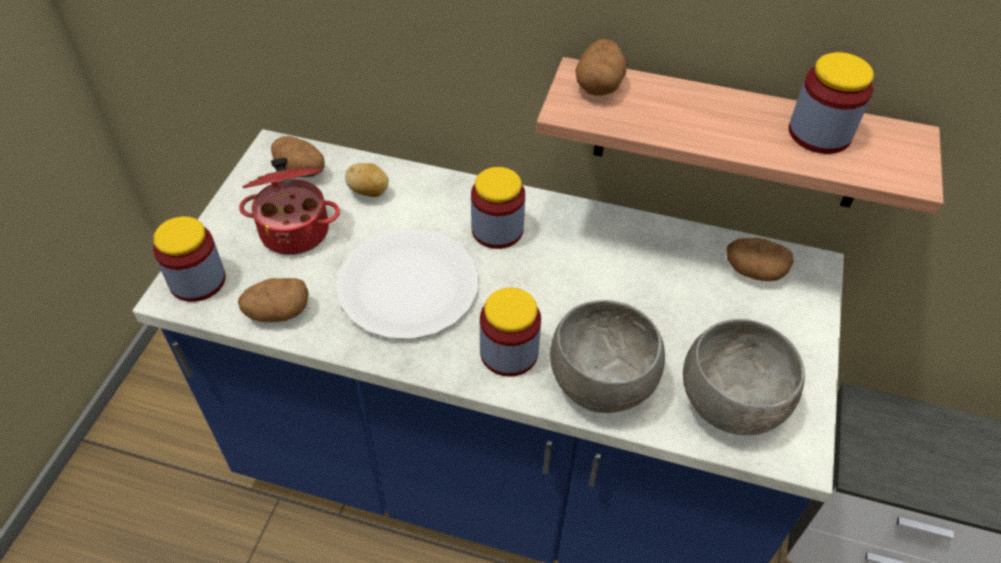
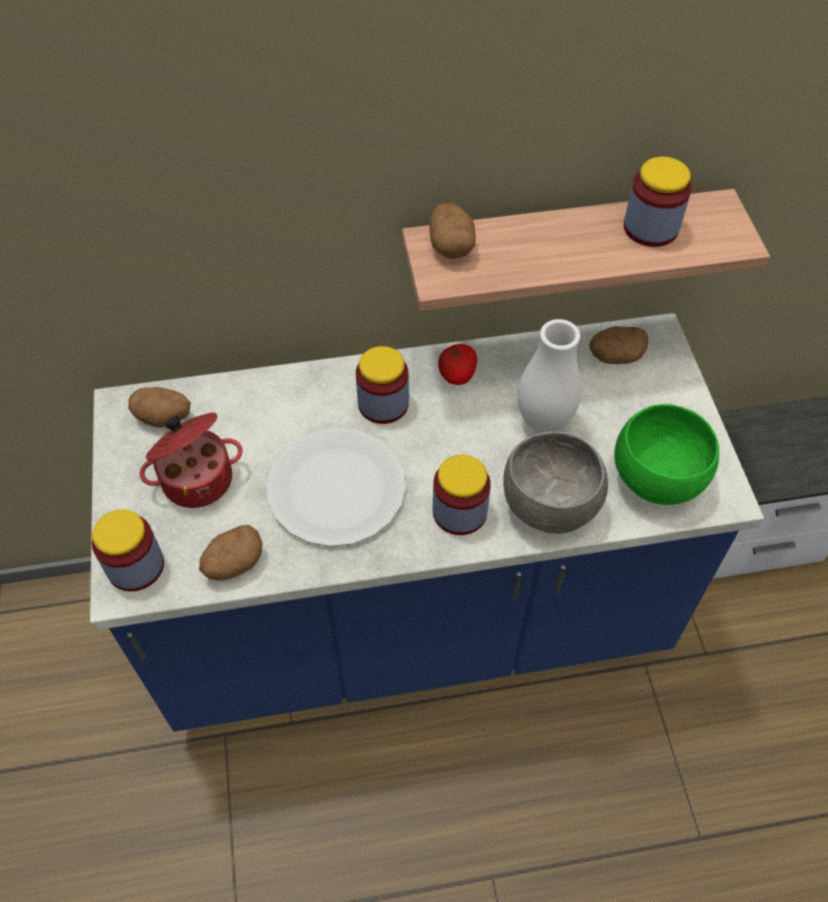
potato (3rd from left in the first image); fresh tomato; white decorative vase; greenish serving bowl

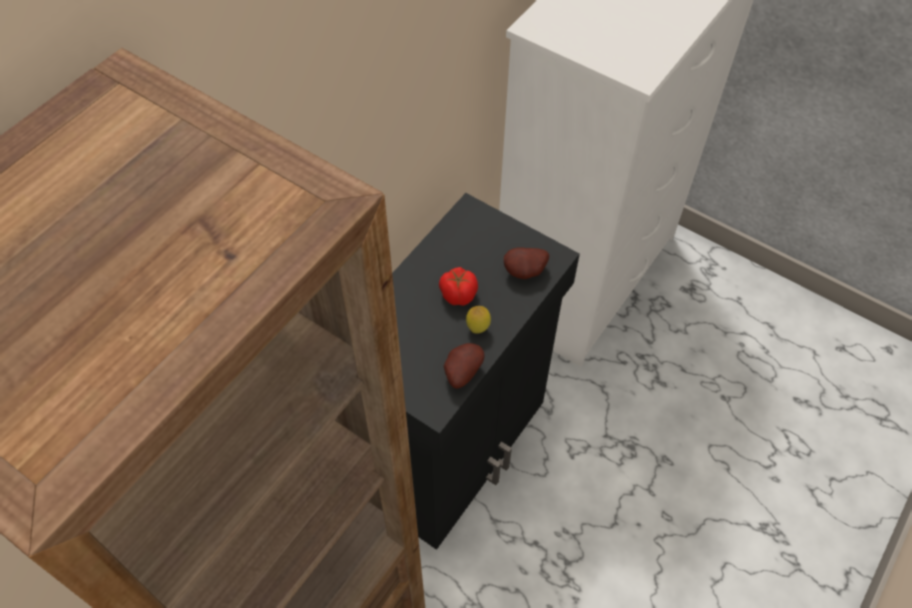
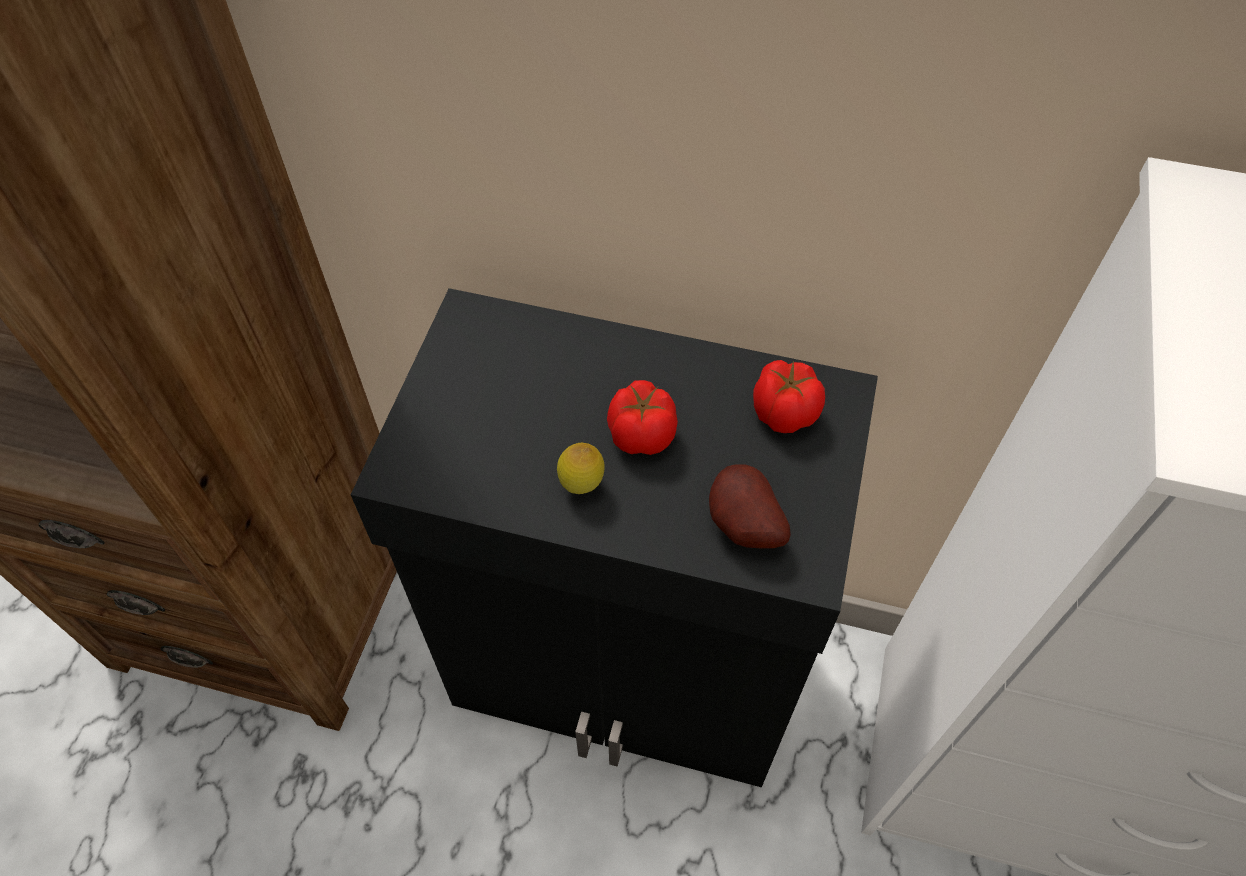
potato (1st from left in the first image); fresh tomato (2nd from left)

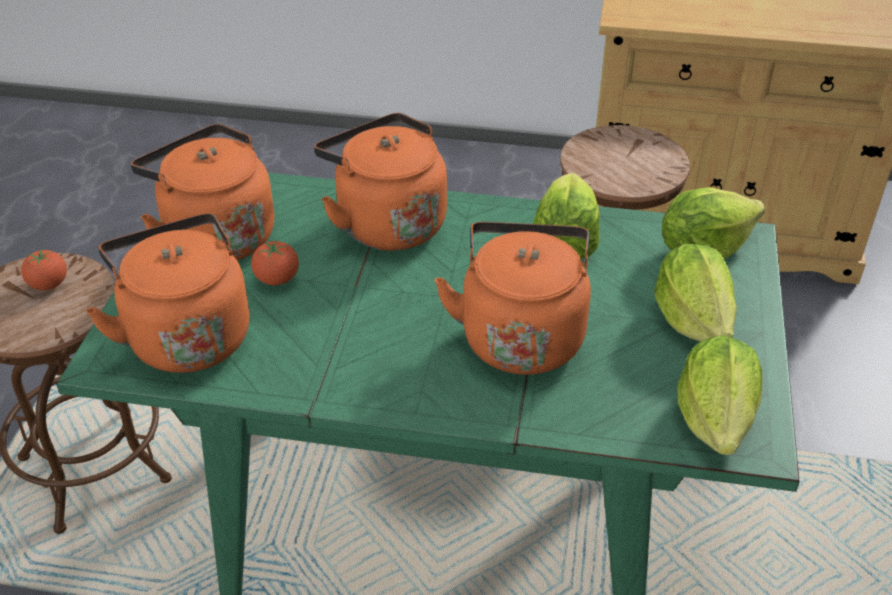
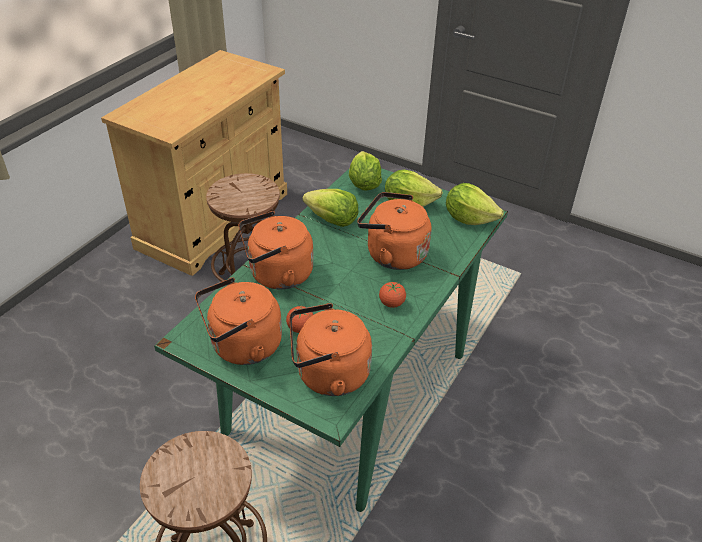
fresh tomato (2nd from left)

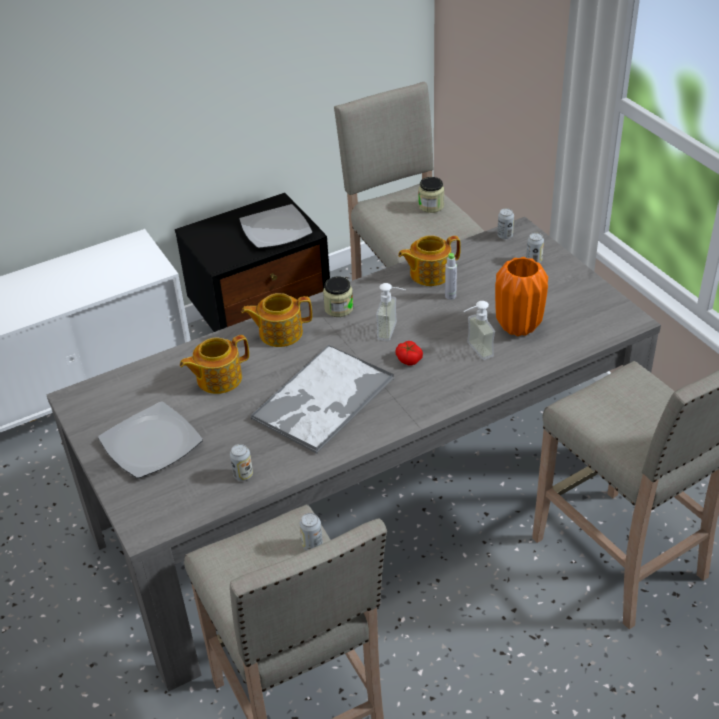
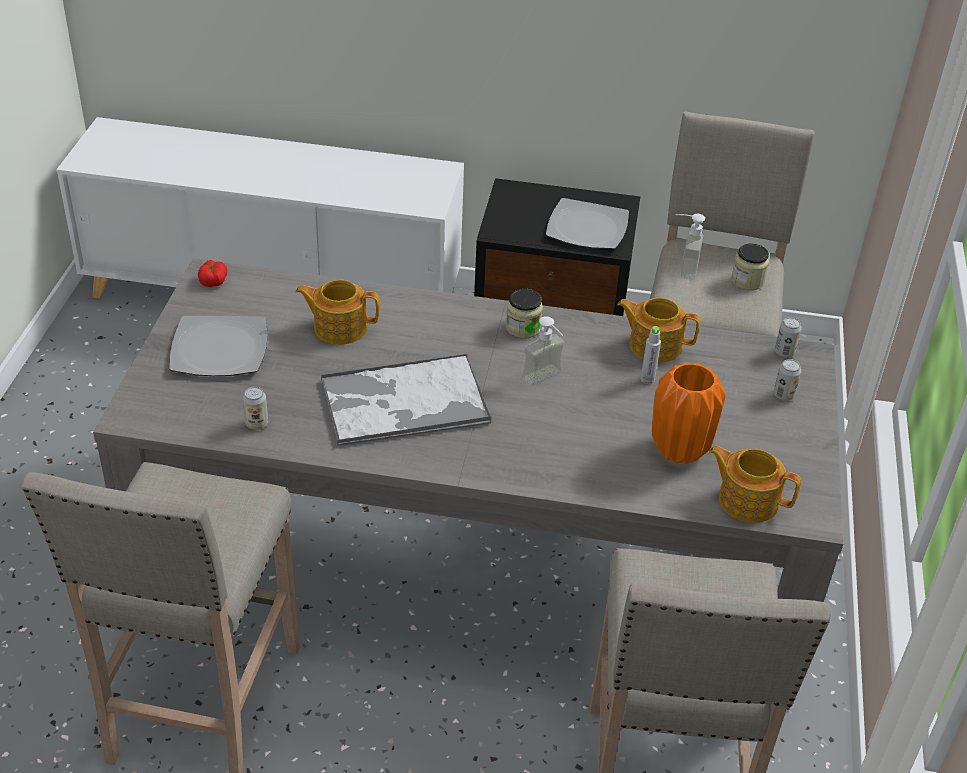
can (2nd from left in the first image); tea pot (3rd from left); fresh tomato; soap bottle (2nd from left)

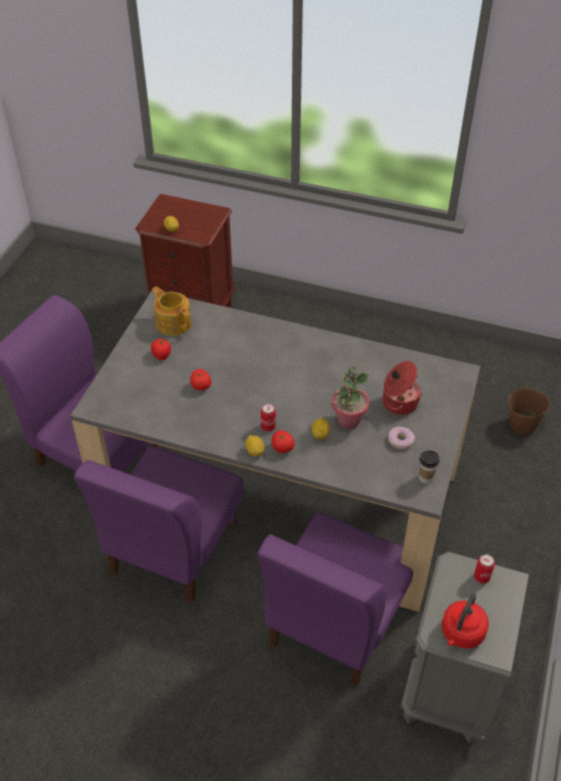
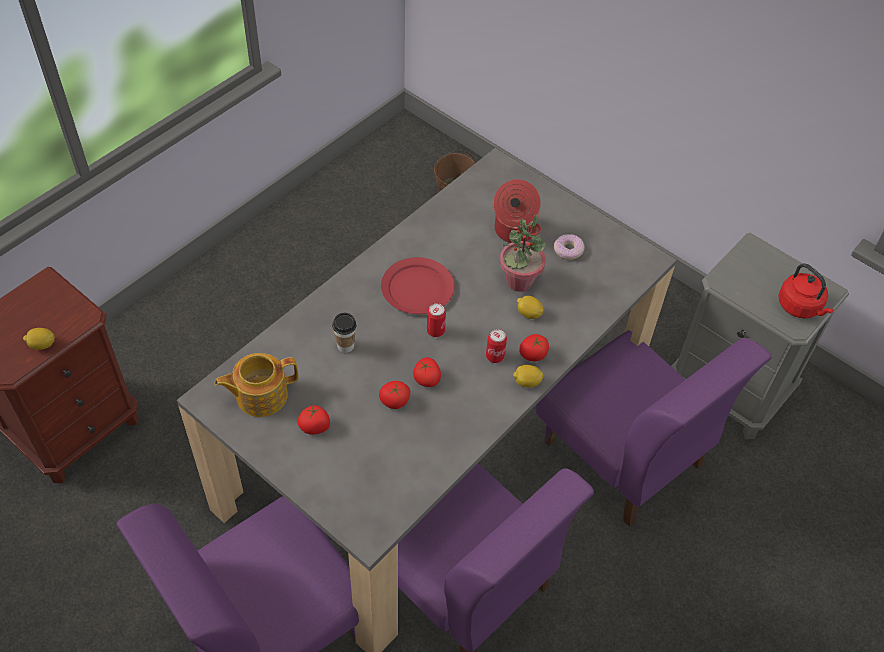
red-coloured dinner plate; fresh tomato (3rd from left); drinking cup; can (1st from left)

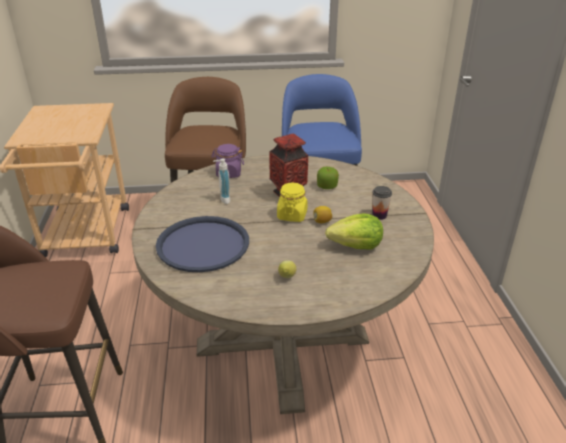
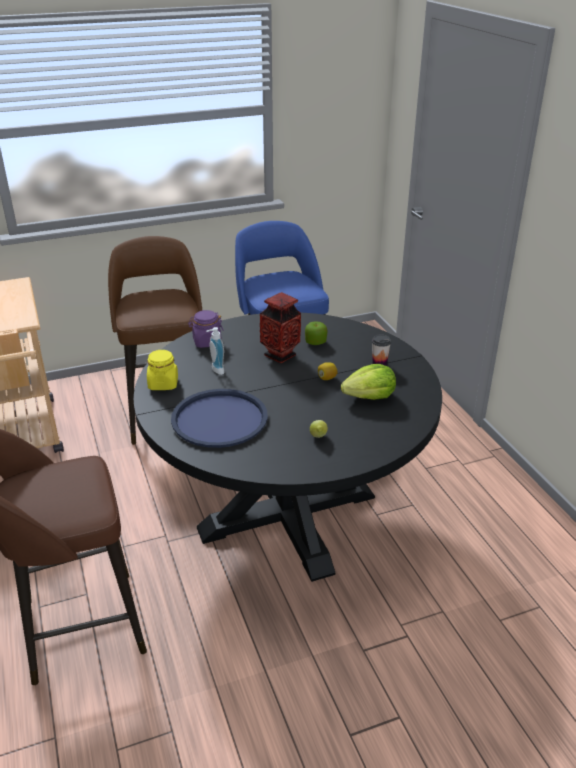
yellow-coloured preserve jar; blackish dining table

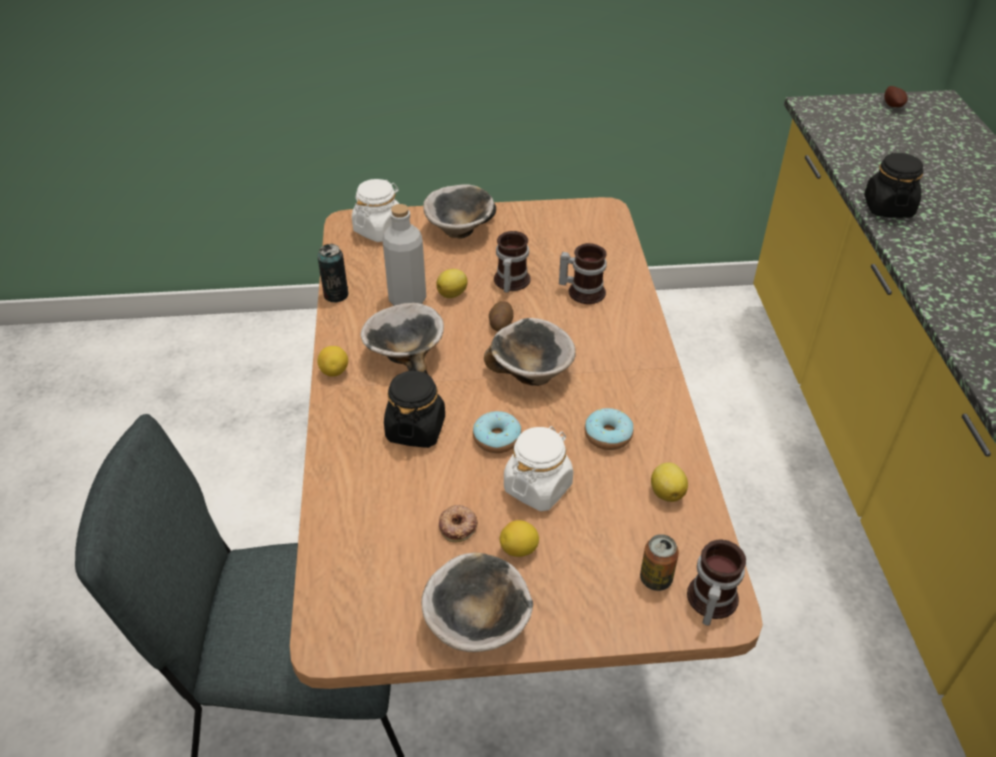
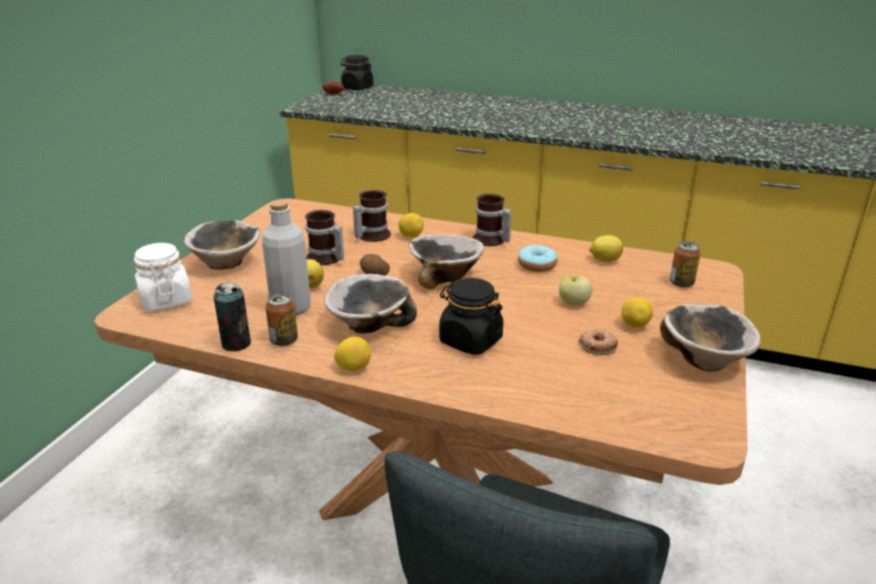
ring doughnut (2nd from left in the first image); can (2nd from left); citrus fruit (3rd from left); coffee mug (3rd from left); blackish preserve jar (1st from left); whole apple

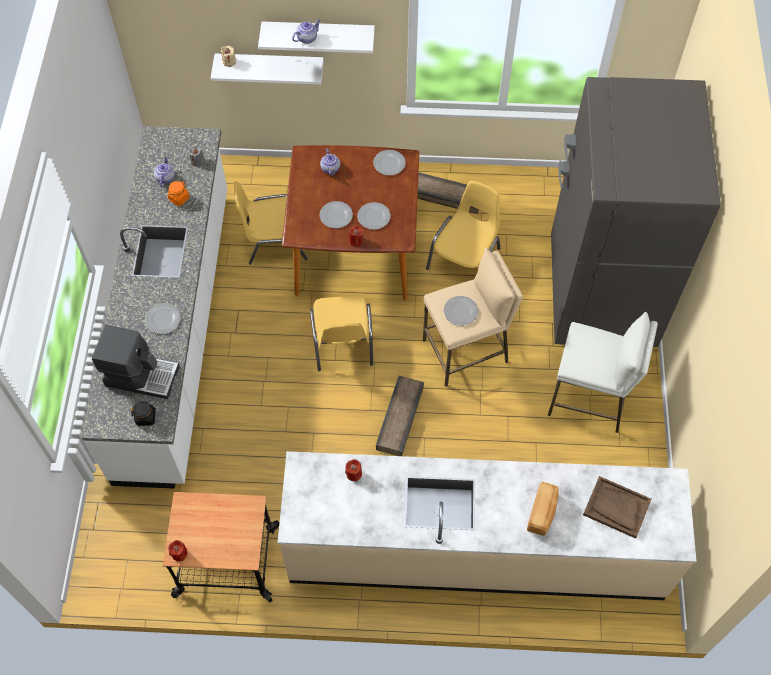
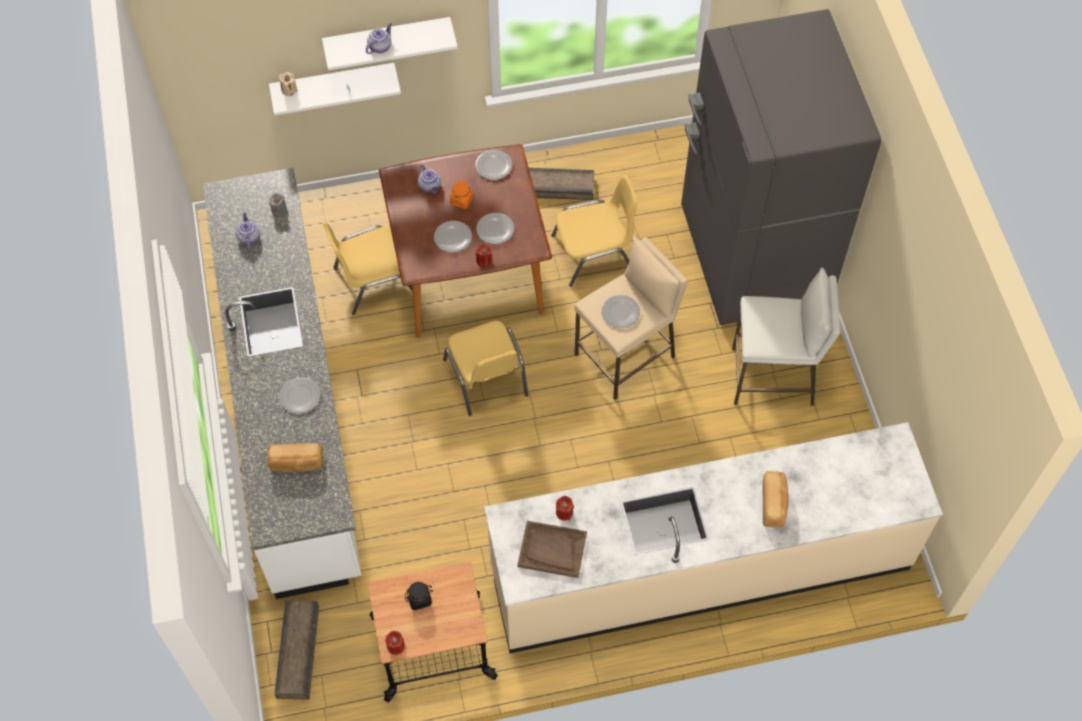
blackish preserve jar; orange-coloured preserve jar; packing crate (1st from left); brown tray; baked bread (1st from left); yellow-coloured chair (3rd from left)

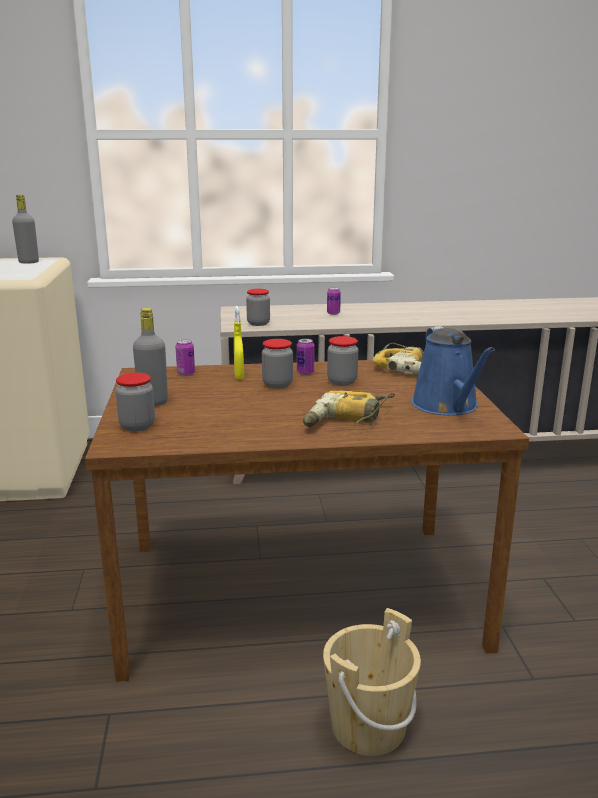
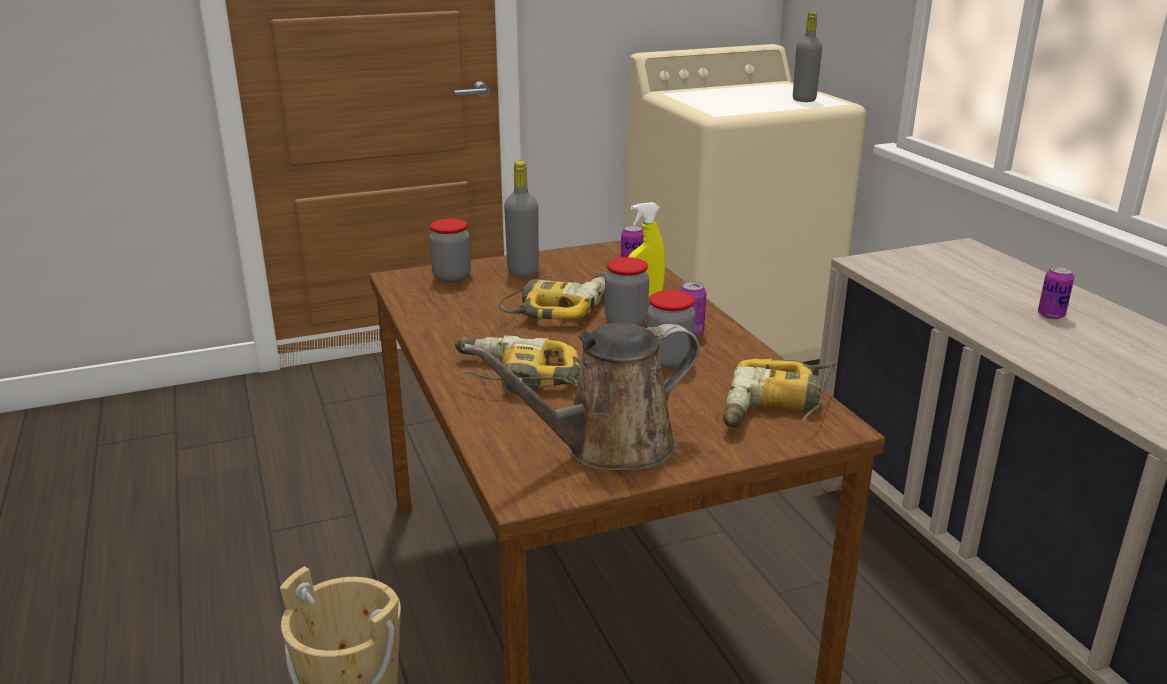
preserve jar (2nd from left in the first image); drill (2nd from left); brown watering pot

